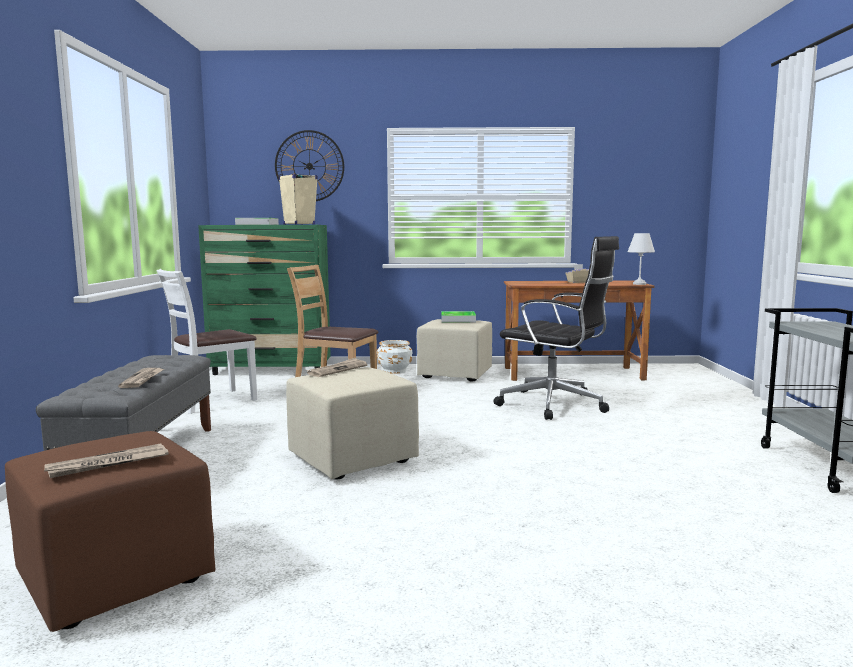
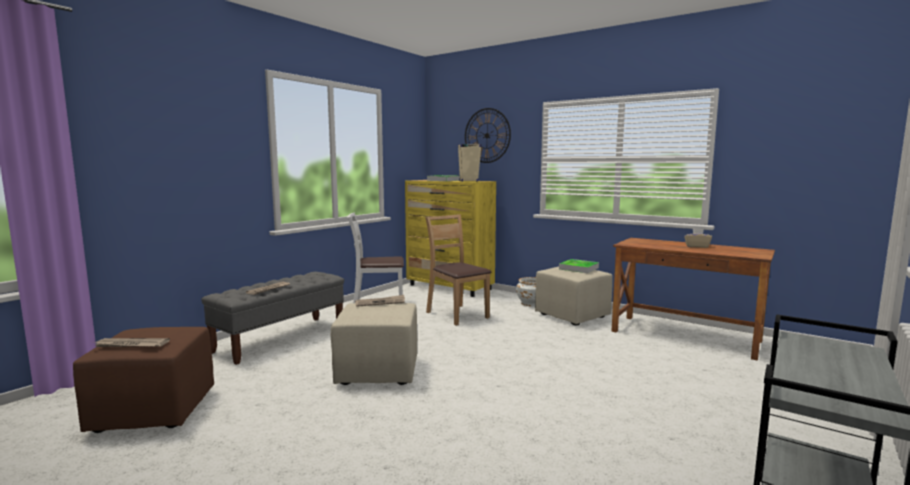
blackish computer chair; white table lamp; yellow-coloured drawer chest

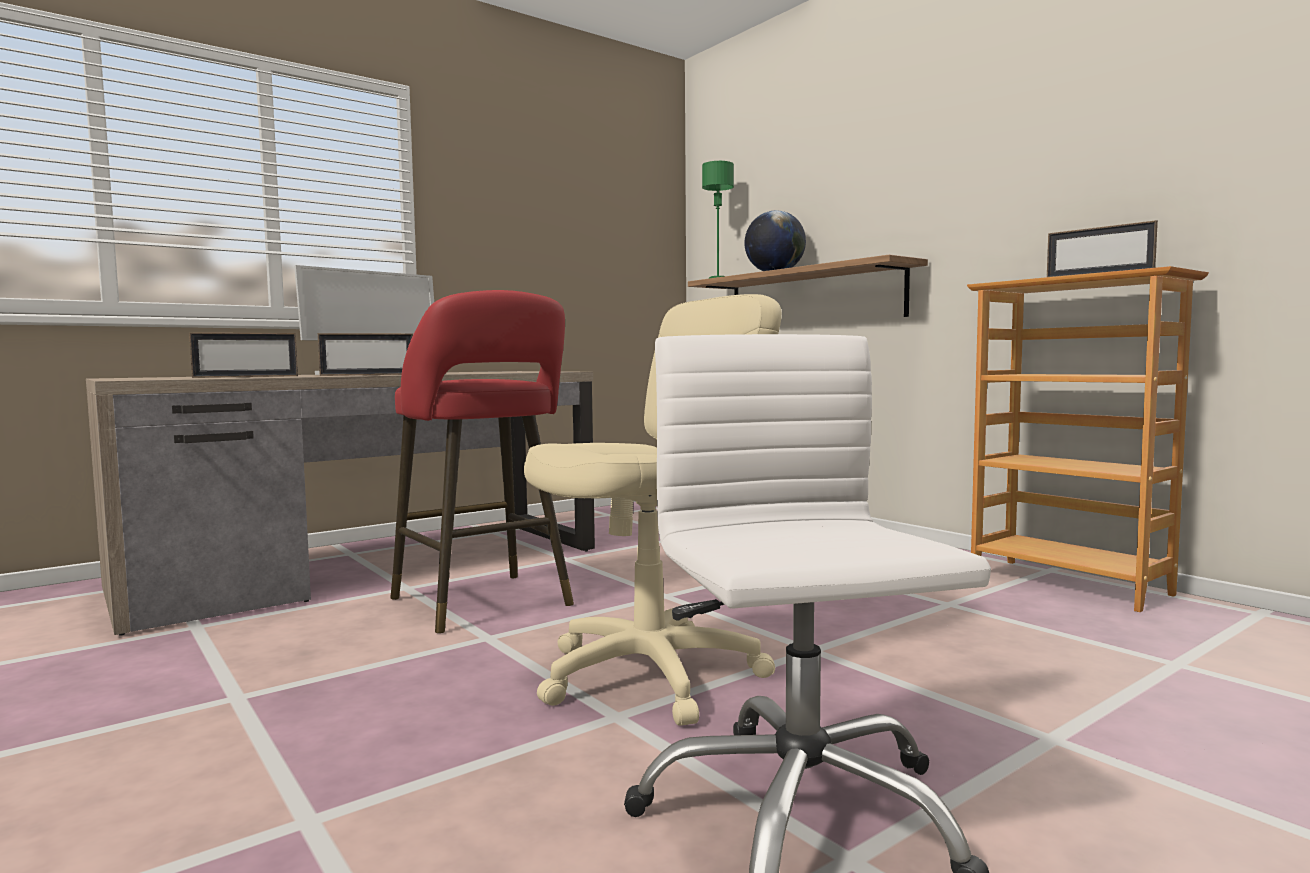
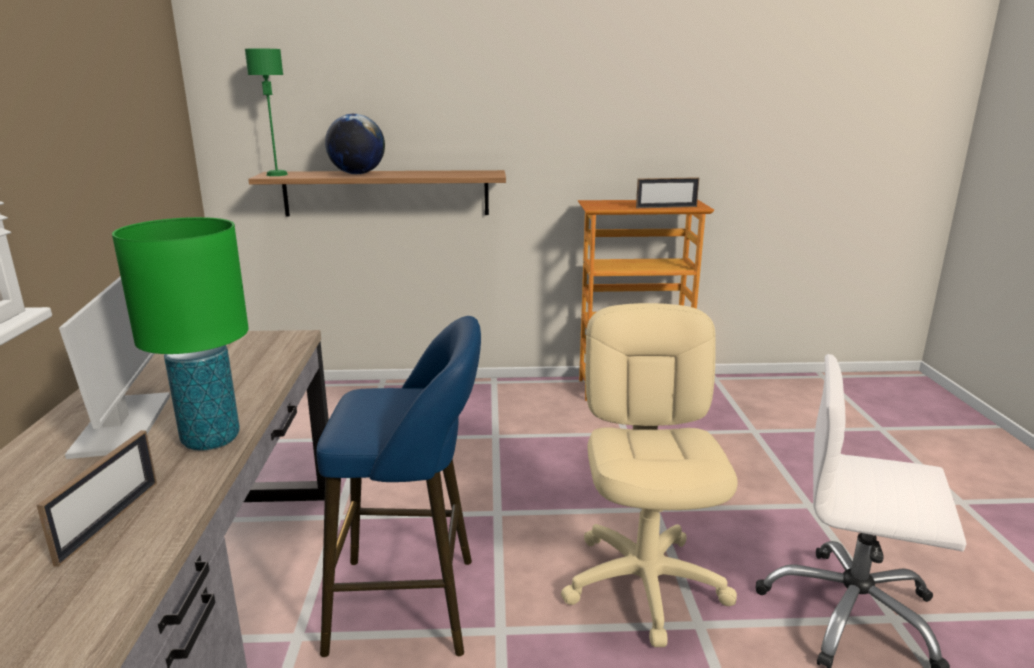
greenish table lamp (1st from left); blue sitting stool

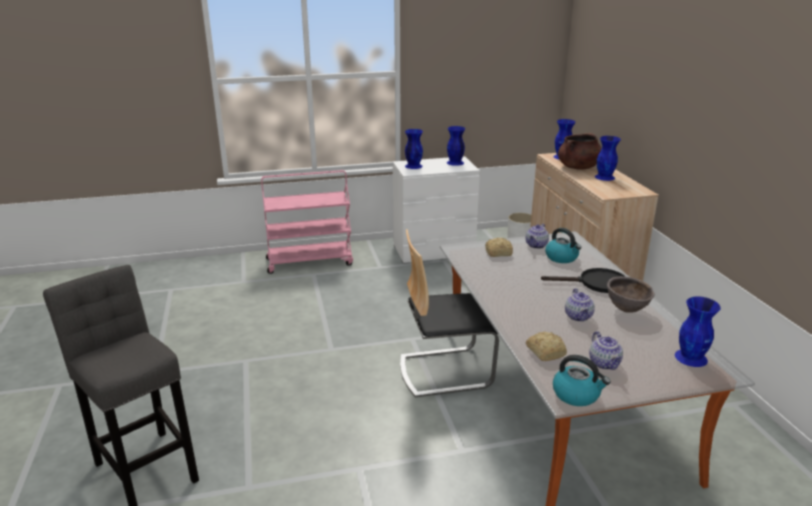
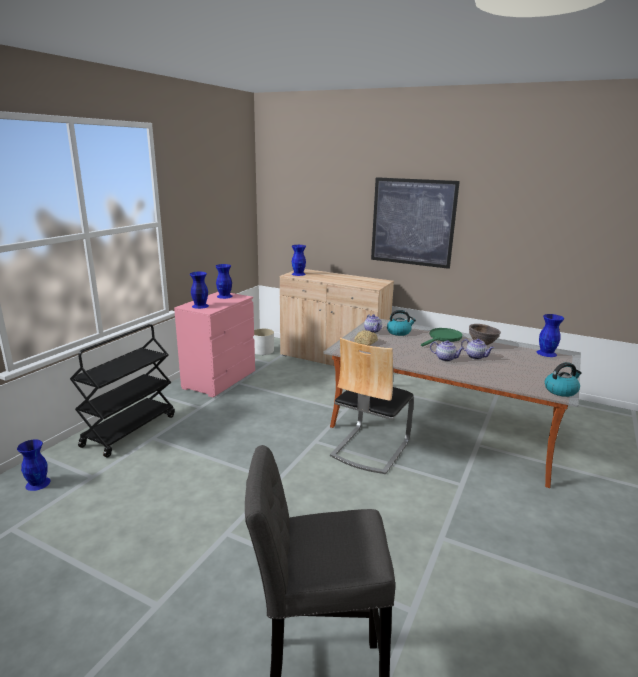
baked bread (2nd from left in the first image); brown saucepot; wall picture; tea pot (2nd from left); blue decorative vase (1st from left); blackish cart; pink drawer chest; greenish frying pan

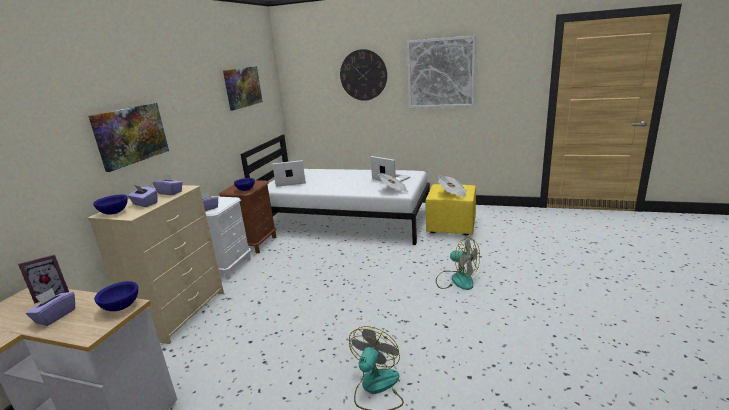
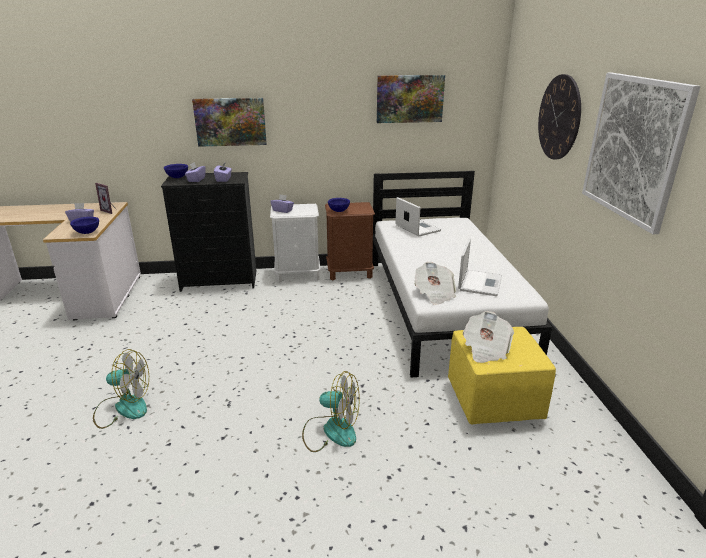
blackish drawer chest; electric fan (2nd from left)

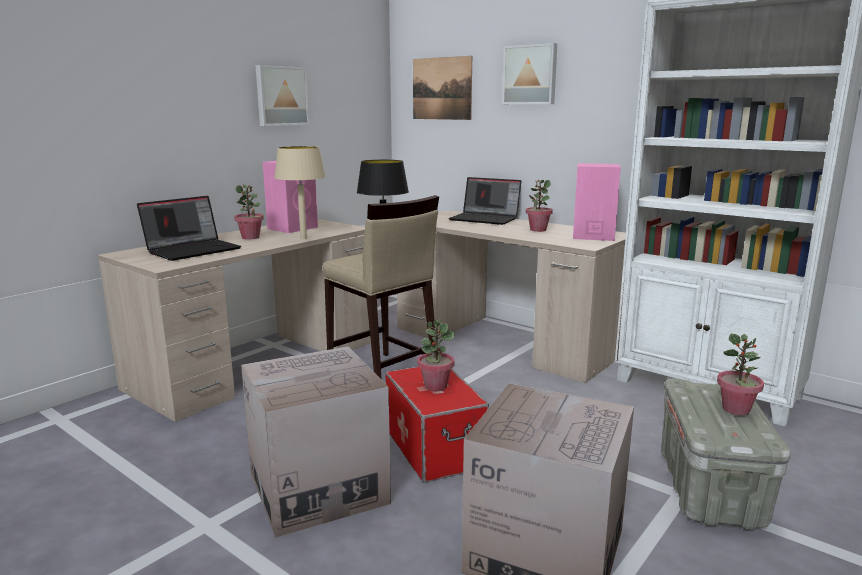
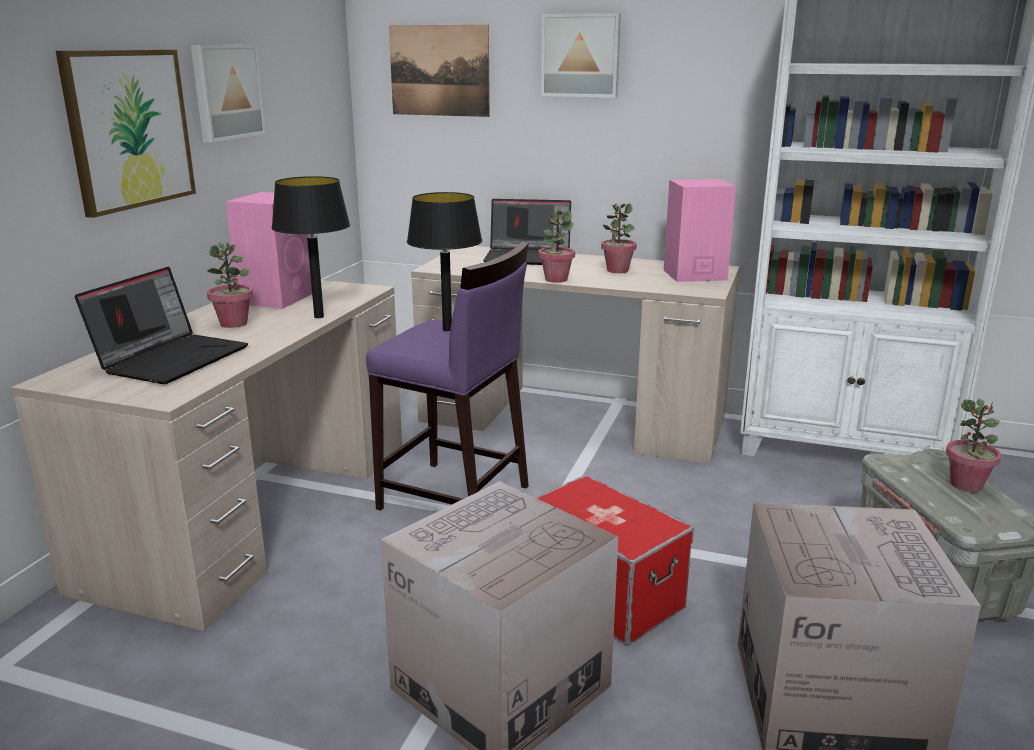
wall picture (1st from left); plant in a pot (2nd from left); blackish table lamp (1st from left); purple-coloured sitting stool

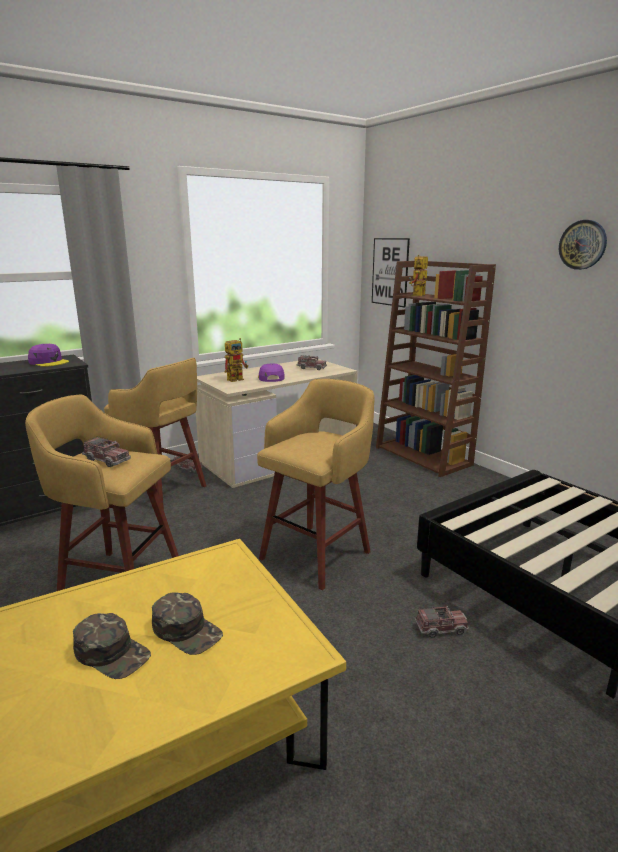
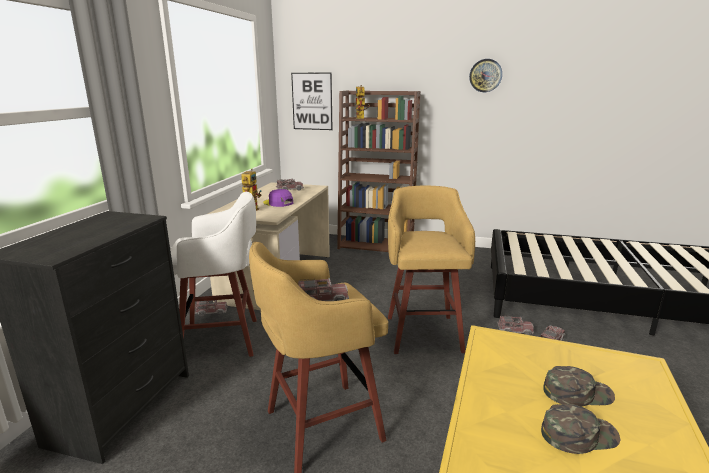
purple-coloured peaked cap (1st from left in the first image); toy truck (4th from left); white sitting stool

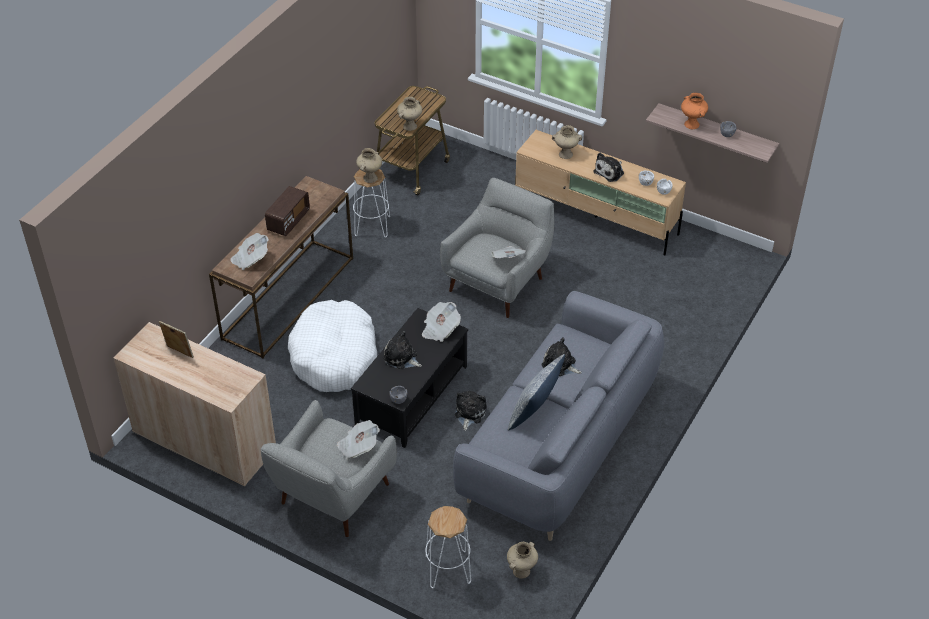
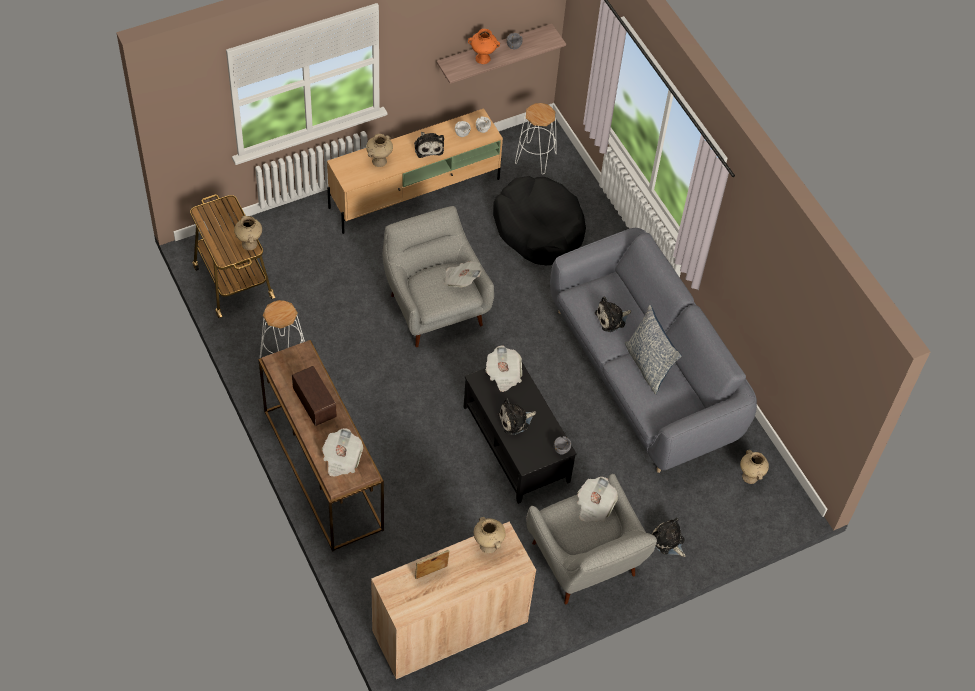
white dog bed; blackish dog bed; beige decorative vase (3rd from left); white sitting stool (2nd from left); plush toy (4th from left)

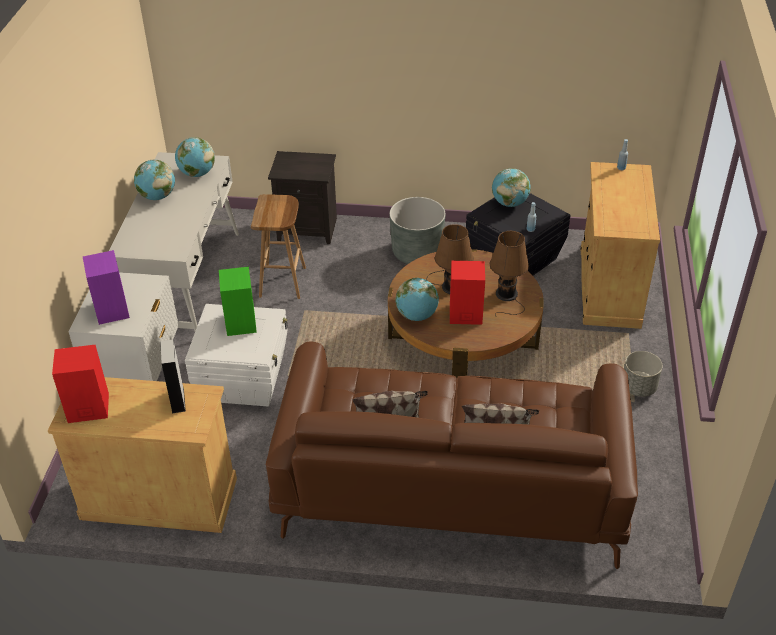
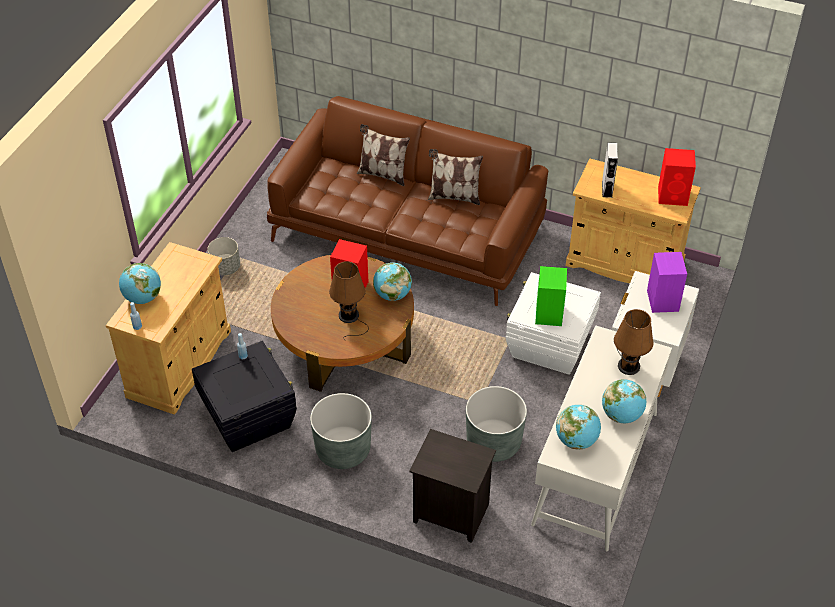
brown table lamp (2nd from left); globe (1st from left); greyish planter (3rd from left)

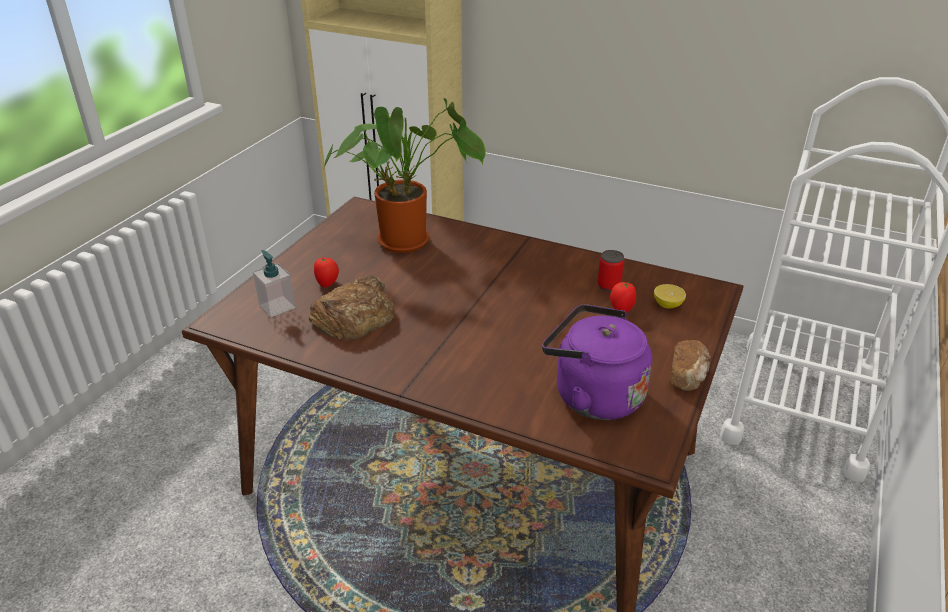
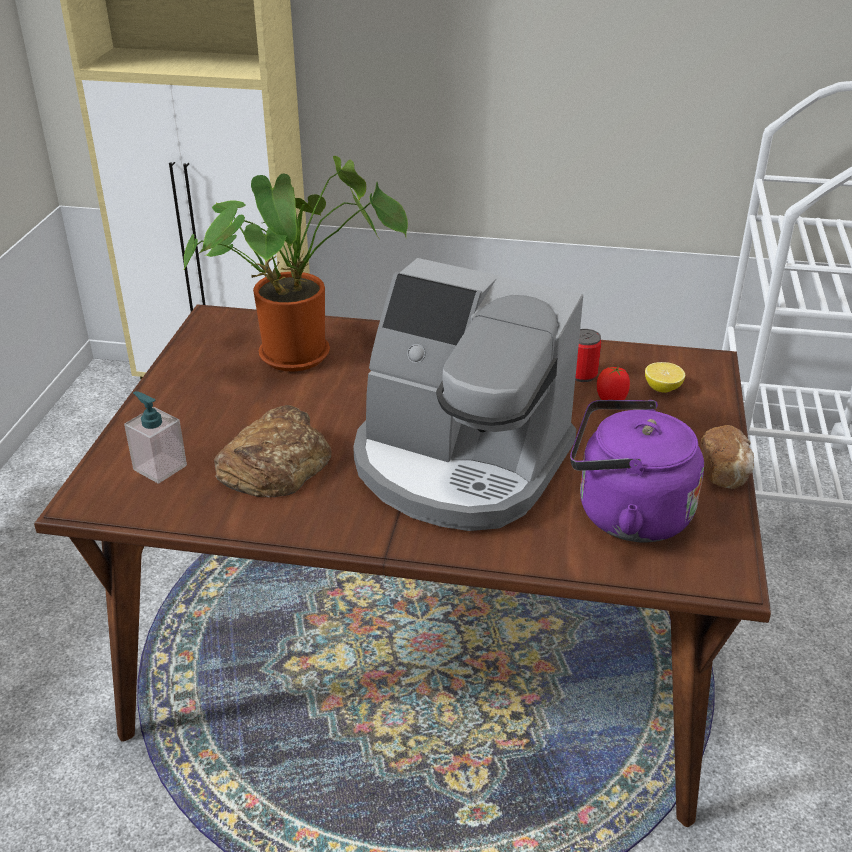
fresh tomato (1st from left in the first image); coffee maker

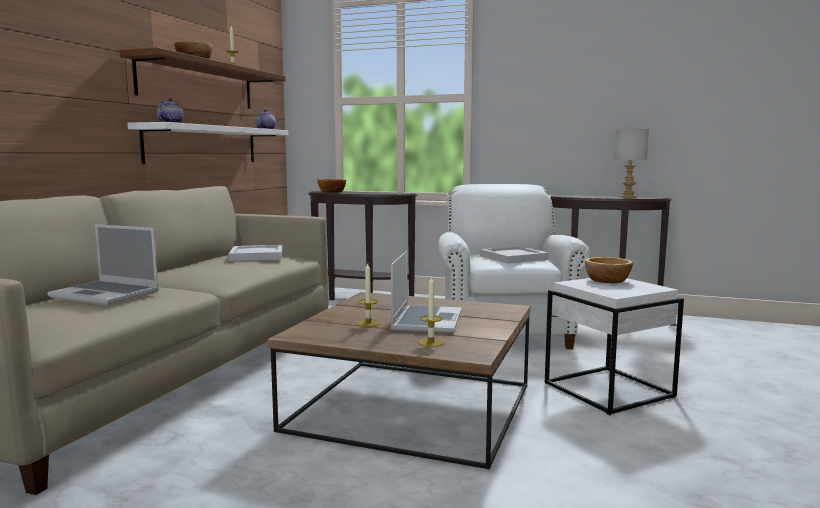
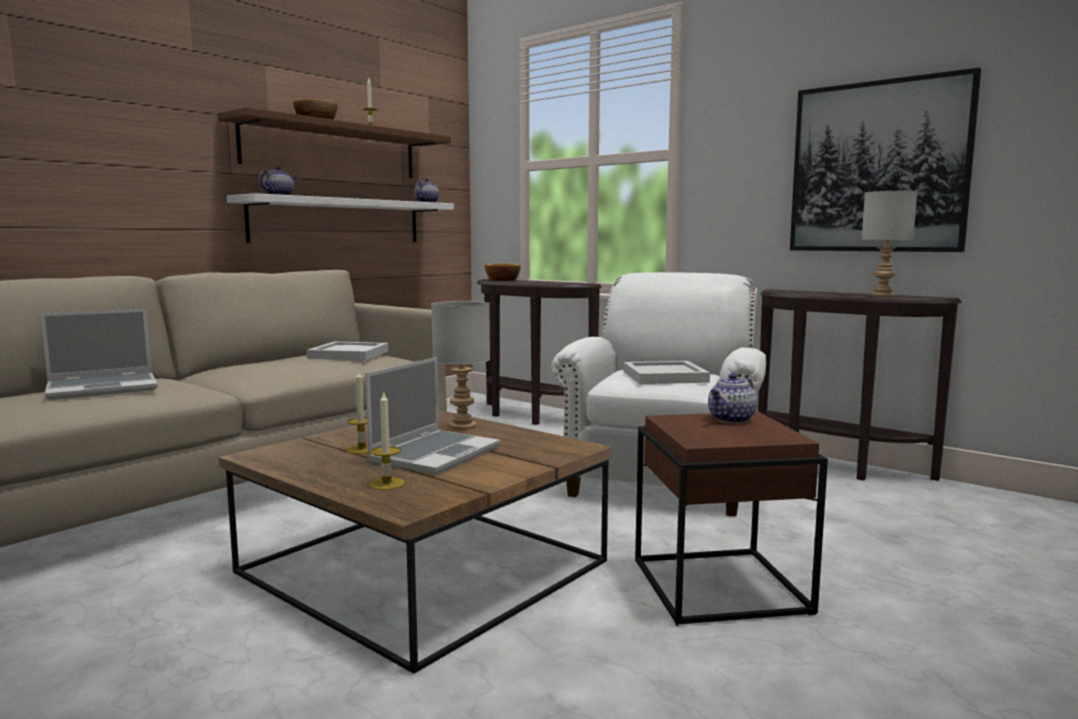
greyish table lamp (1st from left); wall picture; tea pot (3rd from left); brown accent table; laptop (1st from left)

